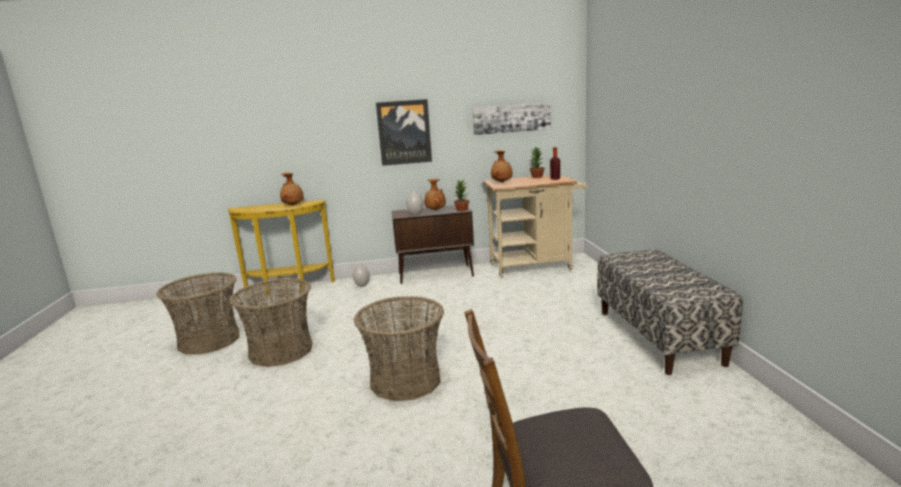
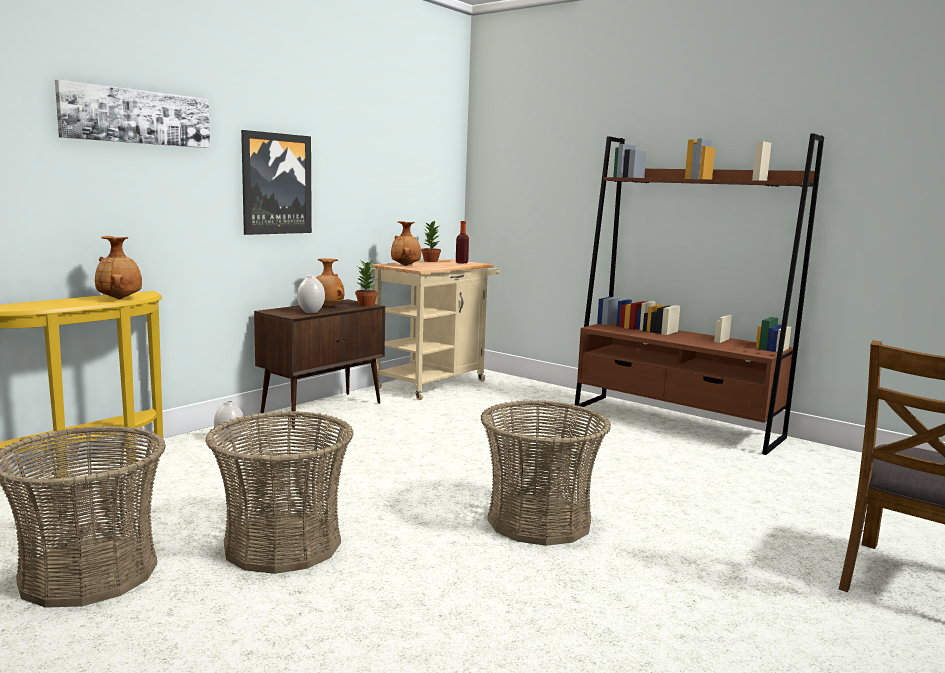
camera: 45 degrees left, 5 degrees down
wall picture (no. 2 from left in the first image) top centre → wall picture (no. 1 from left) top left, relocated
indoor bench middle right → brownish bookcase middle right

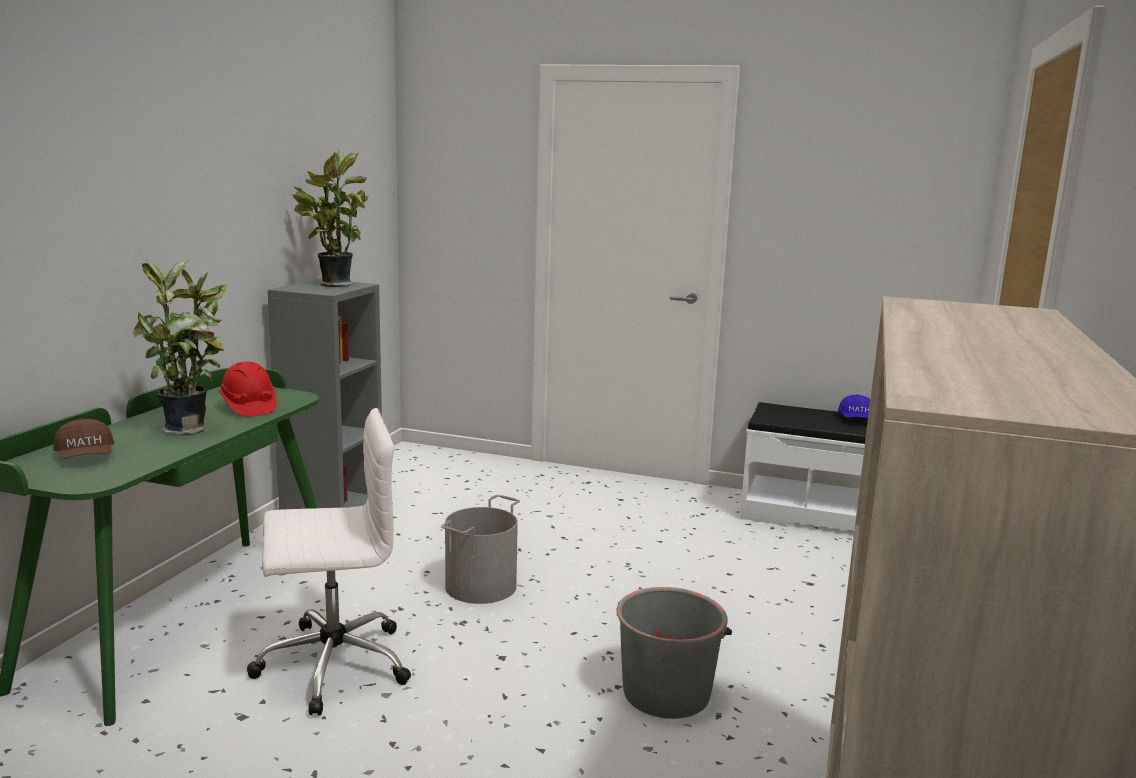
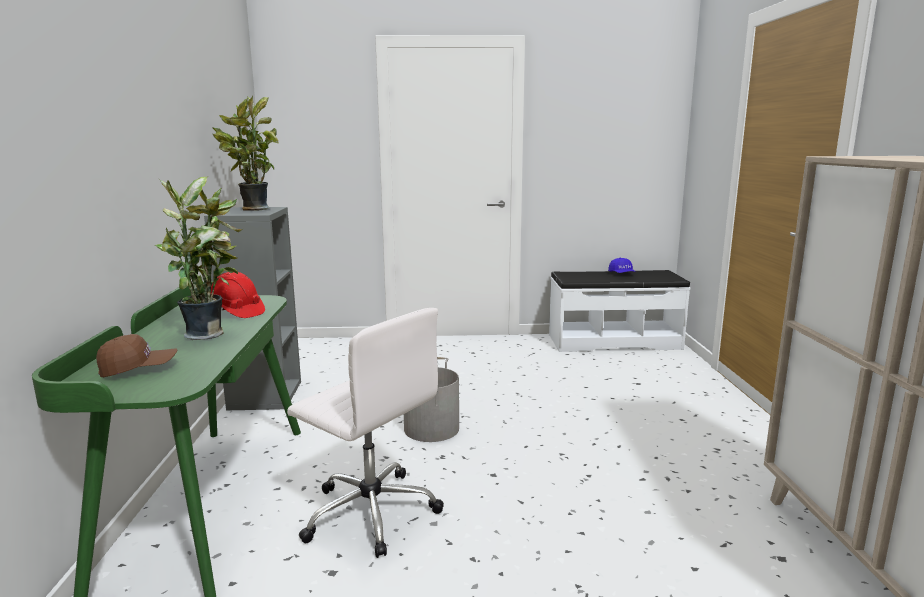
camera: 20 degrees left, 0 degrees up
white-coloured desk chair bottom left → white-coloured desk chair bottom centre, 75 degrees clockwise
brownish cap middle left, 60 degrees counterclockwise
gray water bucket (no. 2 from left) bottom centre → -

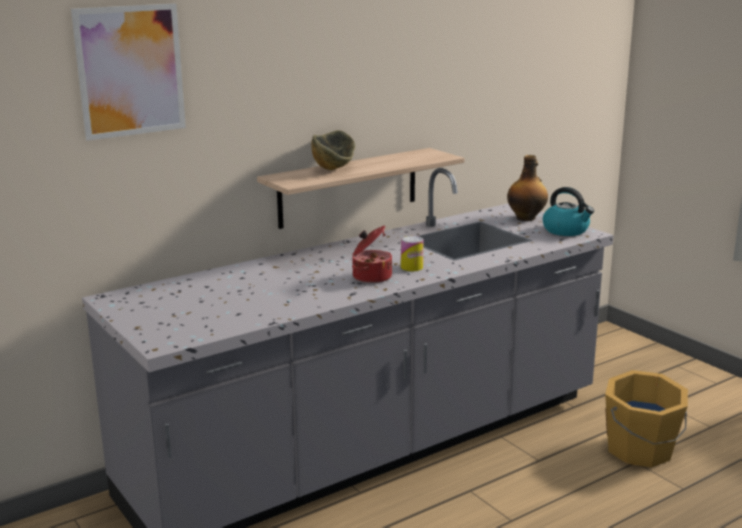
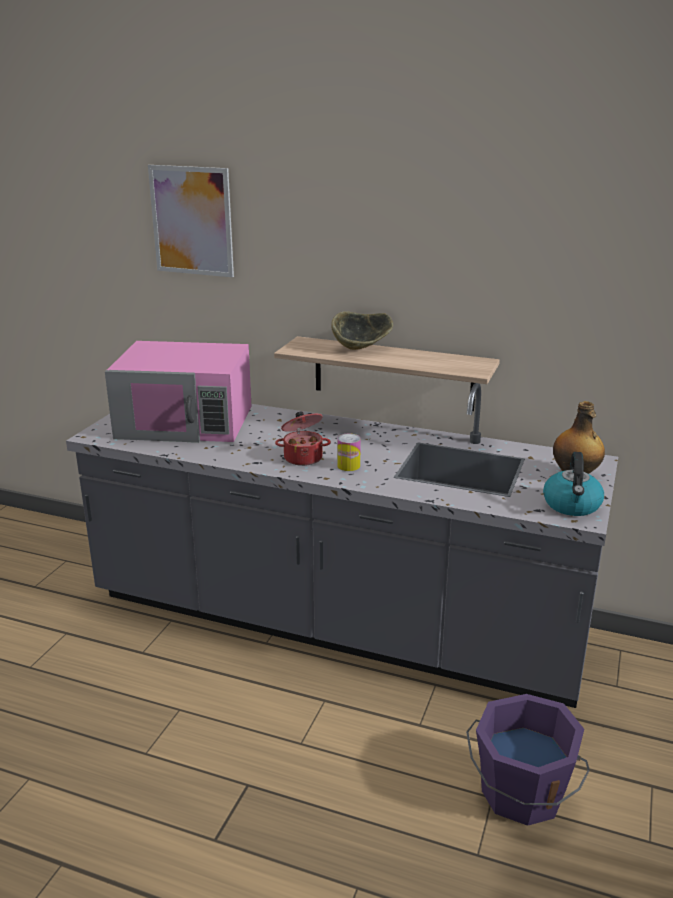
camera: 55 degrees right, 5 degrees up
orangey water bucket bottom right → purple water bucket bottom right
- → pinkish microwave middle left

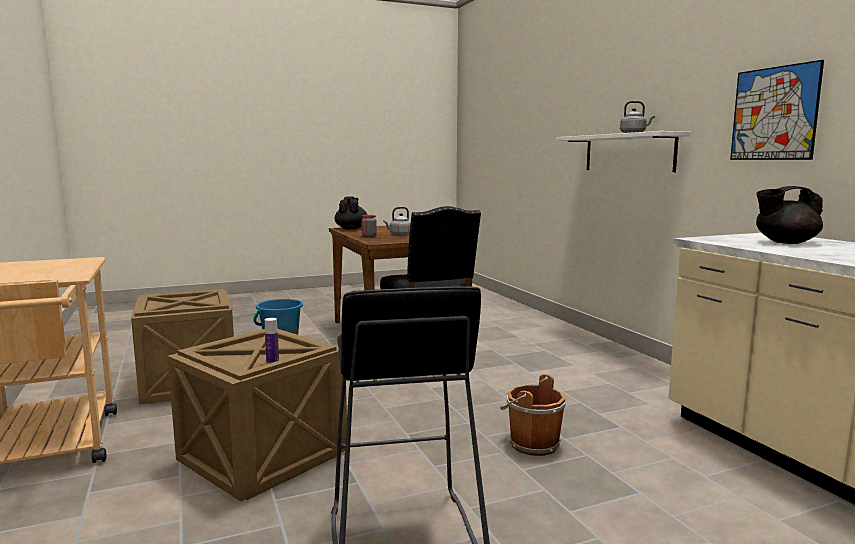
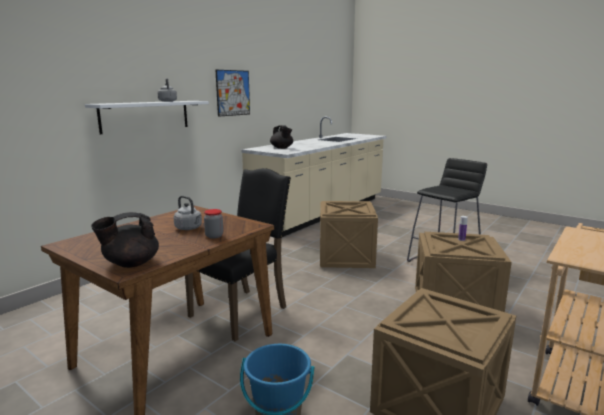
camera: 120 degrees left, 5 degrees up
brownish water bucket bottom centre → shipping crate (no. 1 from left) centre

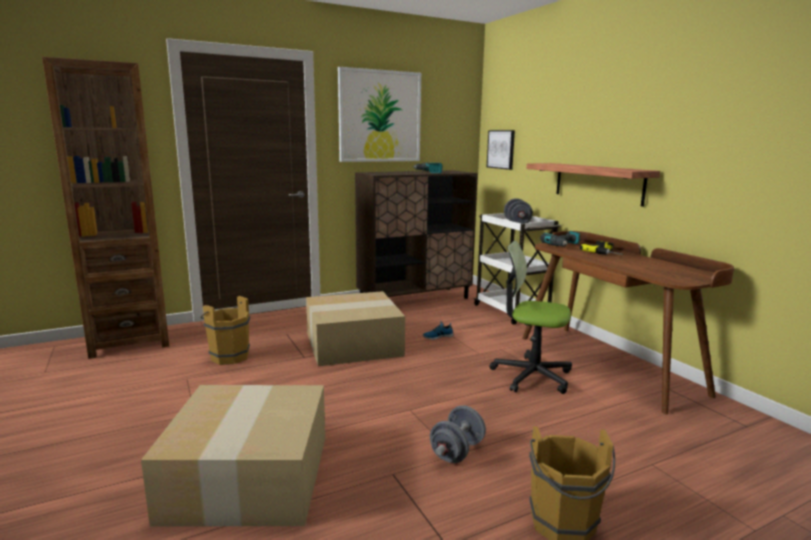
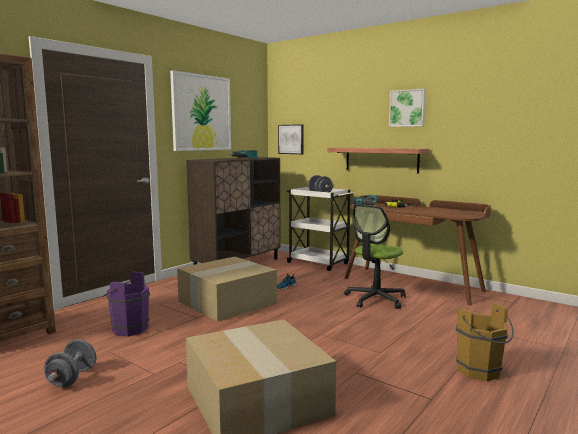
camera: 25 degrees left, 5 degrees down
desk chair centre, 45 degrees counterclockwise
brownish water bucket (no. 1 from left) middle left → purple water bucket bottom left
gray dumbbell (no. 1 from left) bottom centre → gray dumbbell (no. 1 from left) bottom left, relocated
- → wall picture (no. 3 from left) top right

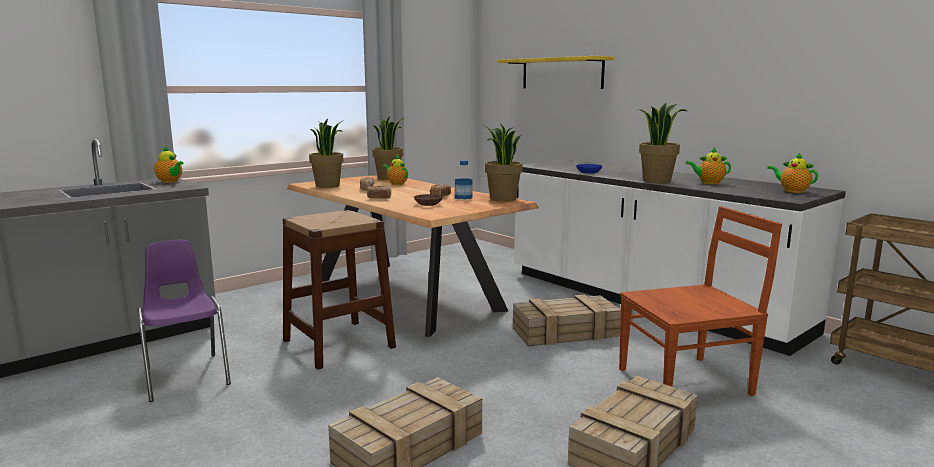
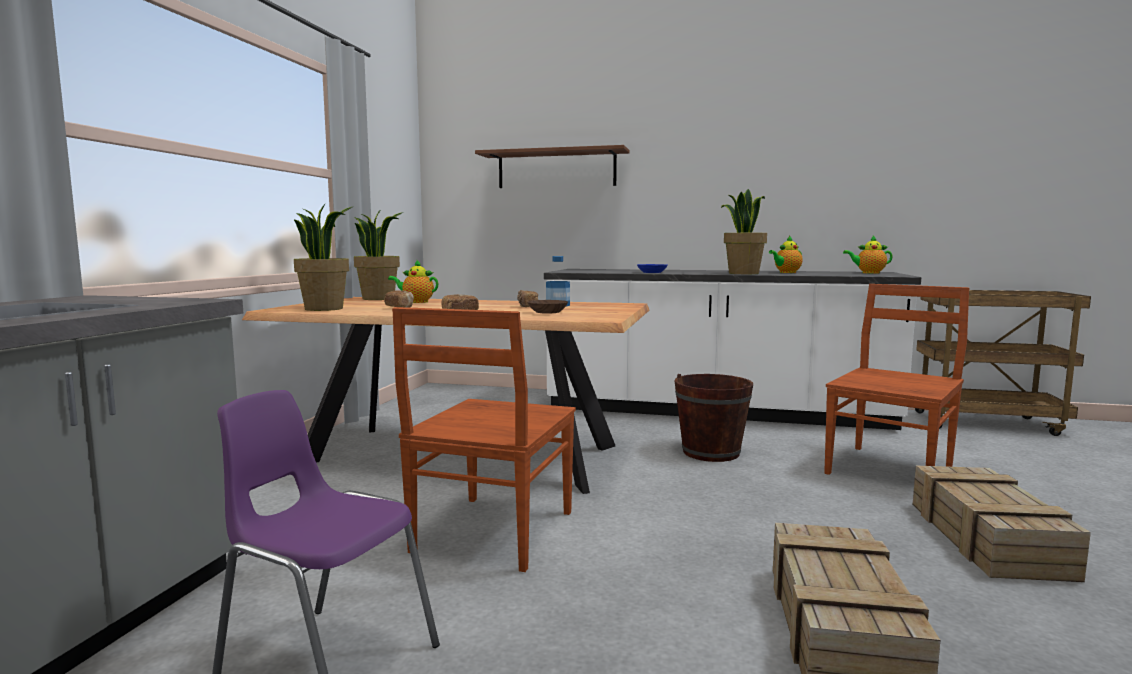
camera: 35 degrees left, 5 degrees down
yellow-coloured wall shelf top centre → brownish wall shelf top centre
houseplant (no. 3 from left) centre → -
tea pot (no. 1 from left) middle left → -
brownish stool centre → brownish chair (no. 1 from left) centre
shipping crate (no. 2 from left) bottom centre → brownish water bucket centre

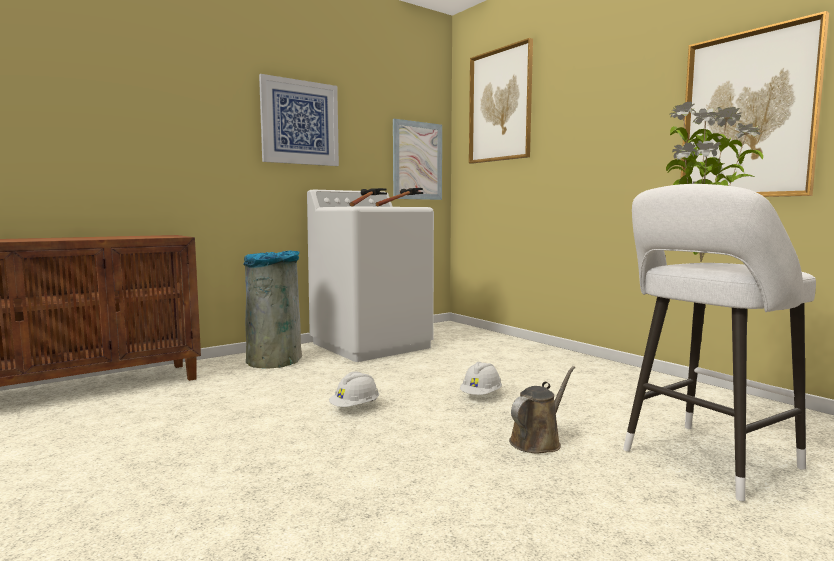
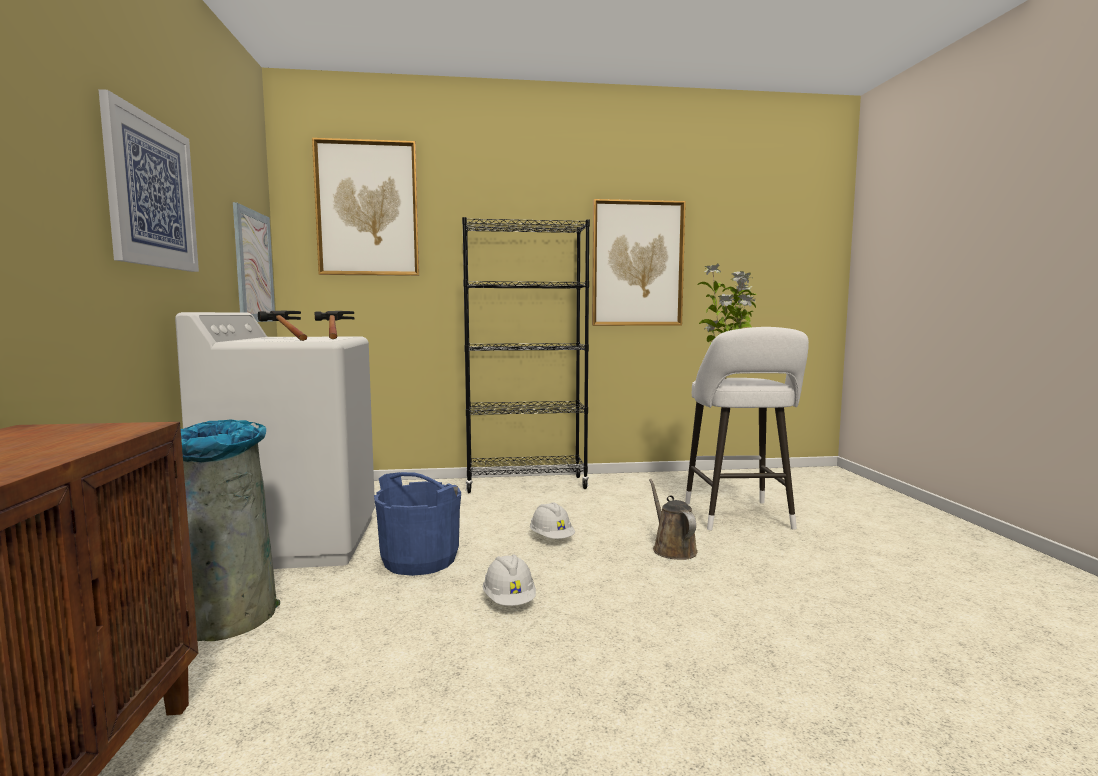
camera: 60 degrees left, 0 degrees up
- → black-coloured bookcase centre
- → blue water bucket bottom centre

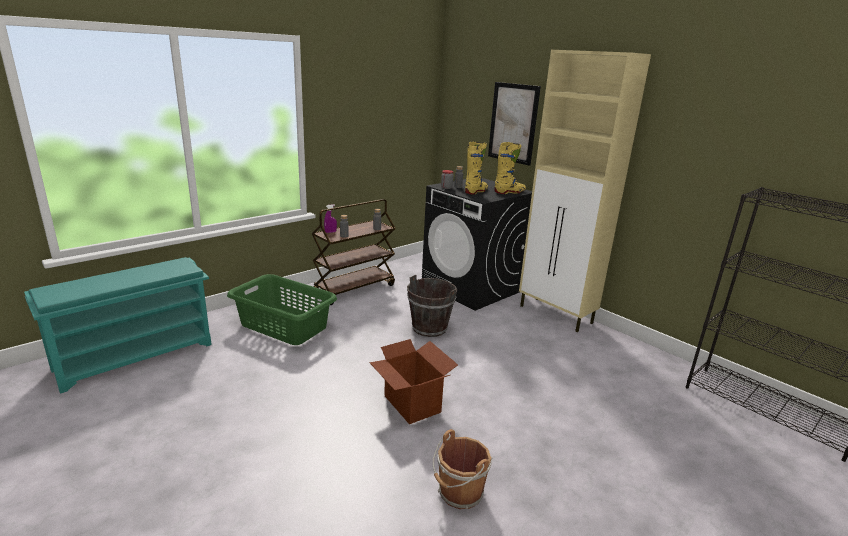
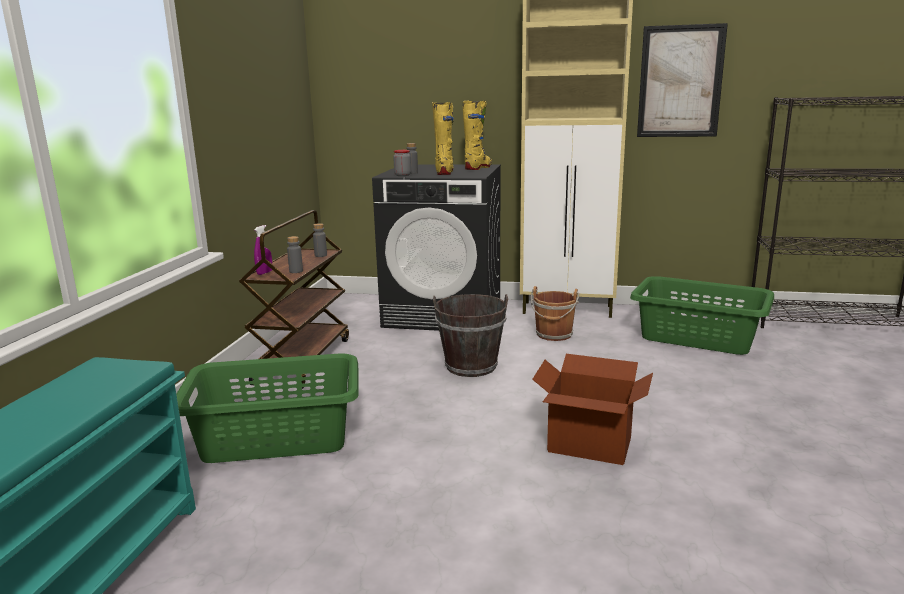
camera: 35 degrees left, 5 degrees down
wall picture top centre → wall picture top right, relocated
brownish water bucket (no. 2 from left) bottom centre → brownish water bucket (no. 2 from left) centre, relocated
- → greenish washing basket (no. 2 from left) middle right

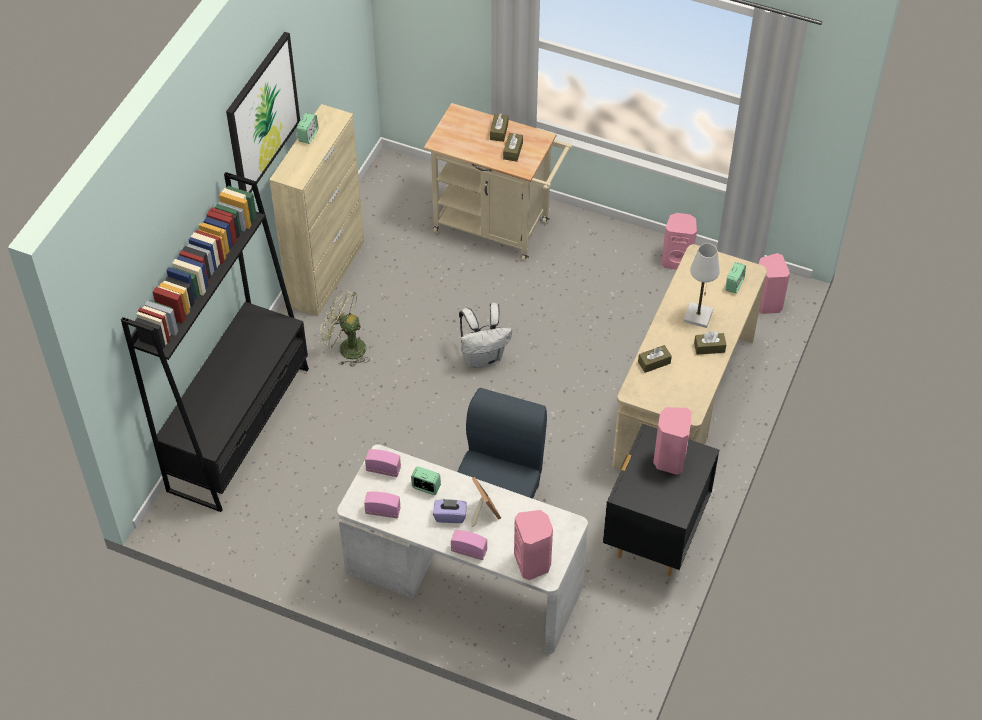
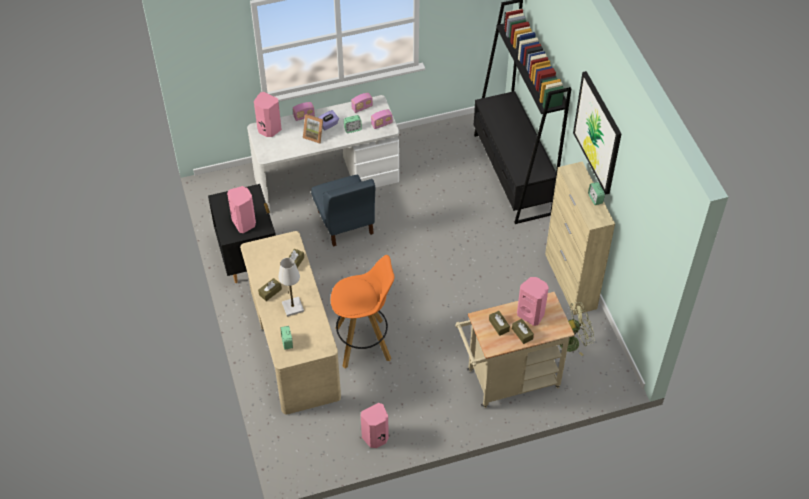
camera: 140 degrees right, 0 degrees up
pinkish audio speaker (no. 4 from left) middle right → pinkish audio speaker (no. 4 from left) centre, relocated
greenish electric fan centre → greenish electric fan middle right, relocated
white-coloured knapsack centre → -
- → orangey stool centre

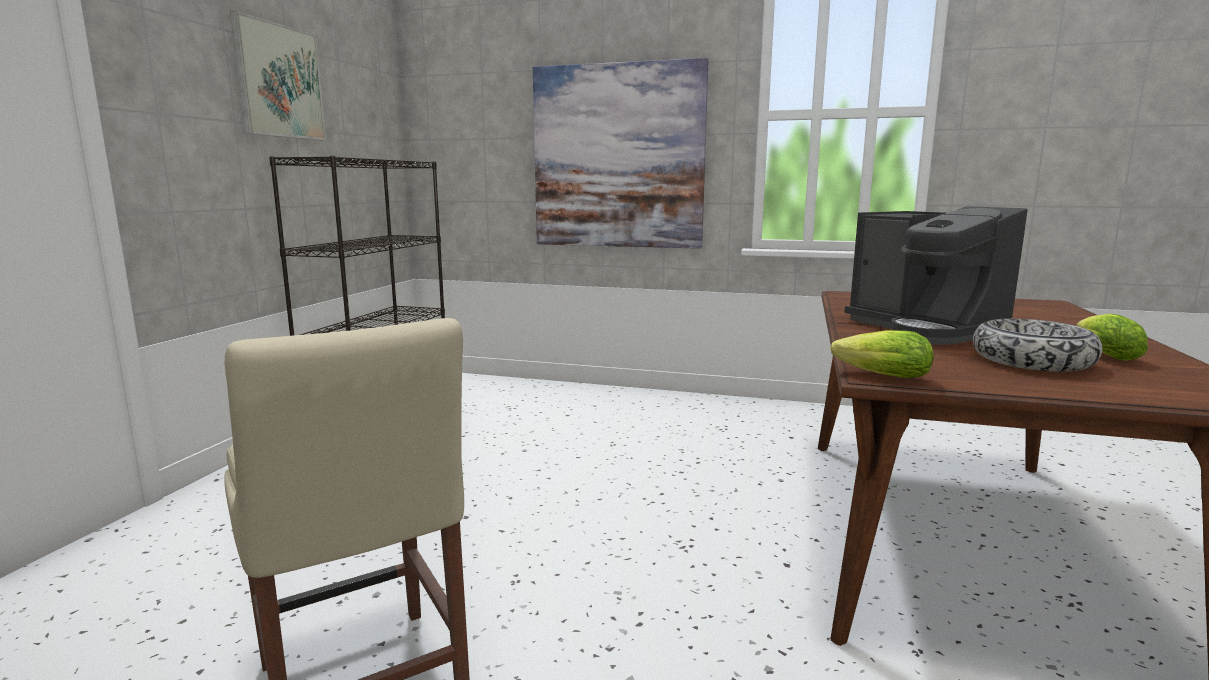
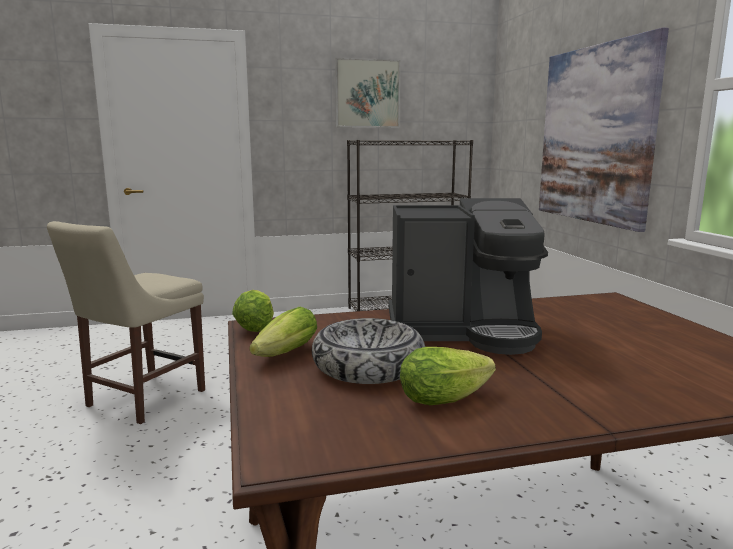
camera: 60 degrees right, 0 degrees up
coffee machine middle right → coffee machine centre, 120 degrees counterclockwise
- → lettuce head (no. 2 from left) centre

